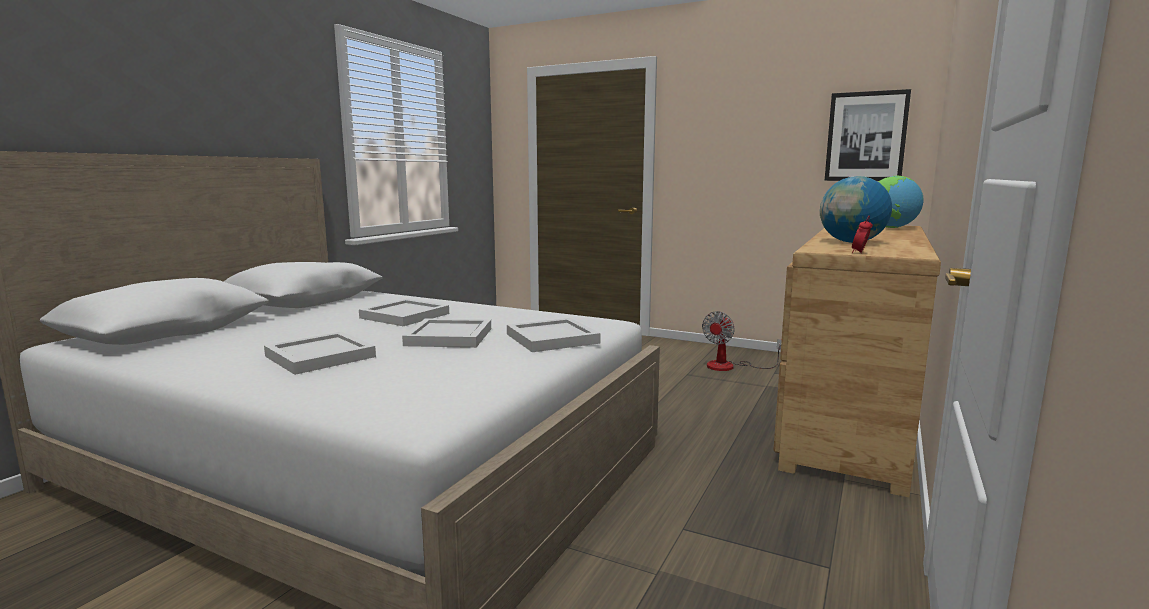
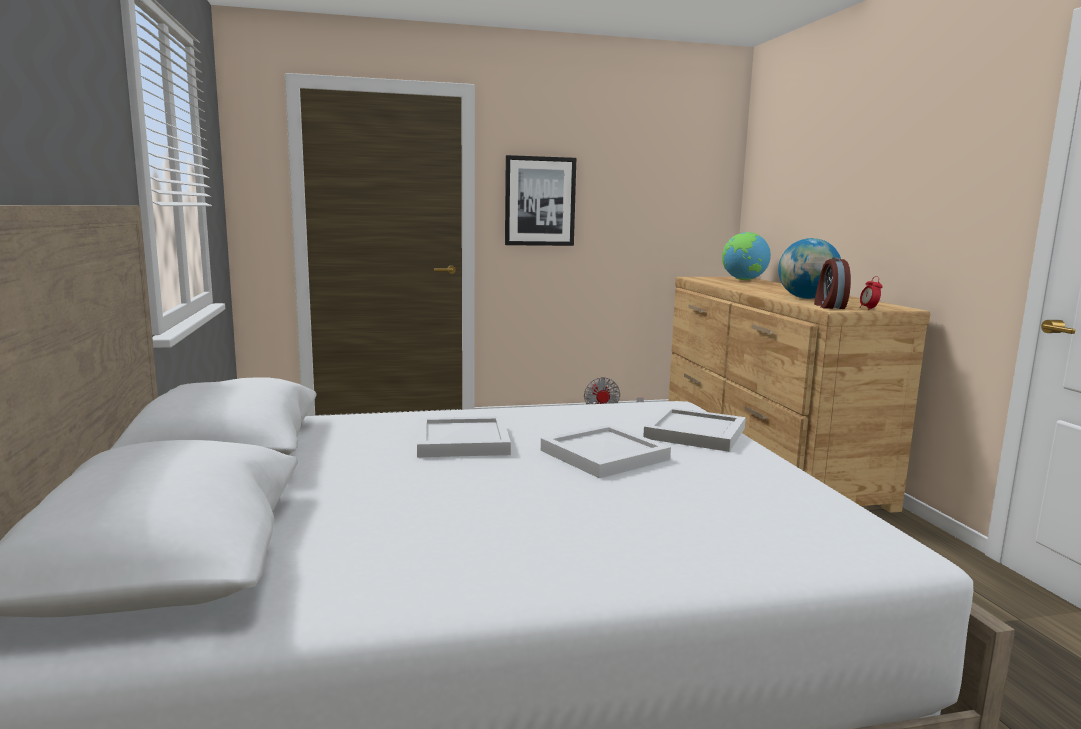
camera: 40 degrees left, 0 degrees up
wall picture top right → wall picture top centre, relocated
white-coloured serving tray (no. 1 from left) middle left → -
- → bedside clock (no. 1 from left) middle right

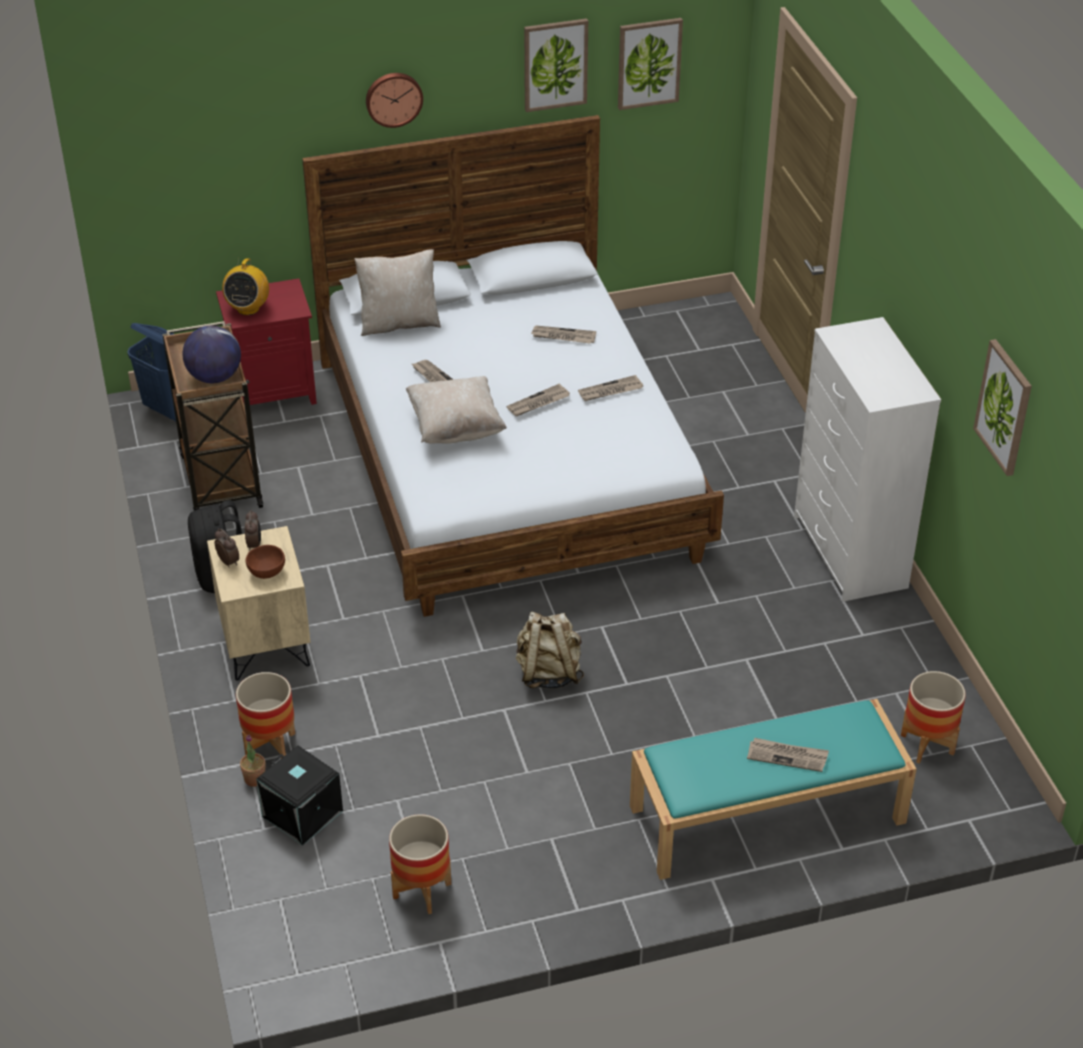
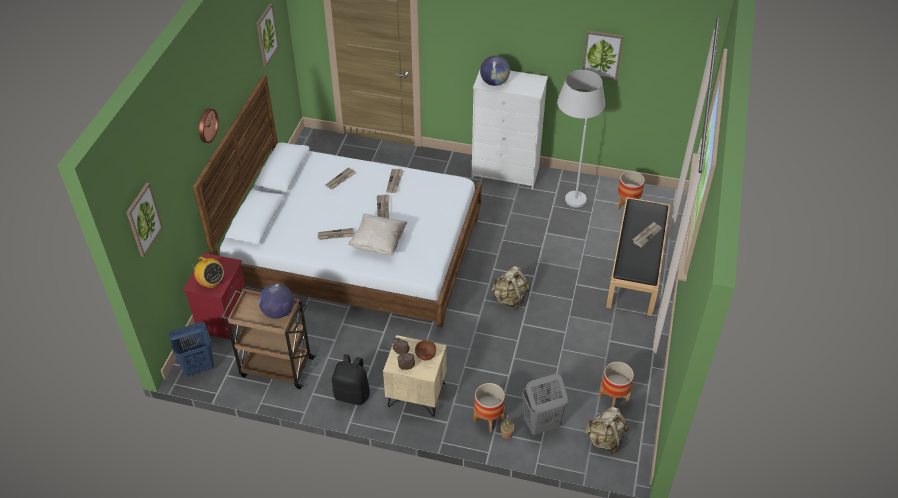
camera: 60 degrees left, 5 degrees up
wall picture (no. 1 from left) top centre → wall picture (no. 1 from left) middle left, relocated
sand-coloured throw pillow (no. 1 from left) top centre → -
turquoise-coloured indoor bench bottom right → black-coloured indoor bench middle right
black-coloured storage container bottom left → gray washing basket bottom centre
- → world globe (no. 2 from left) top centre
- → white-coloured standard lamp top centre
- → sand-coloured knapsack (no. 2 from left) bottom right

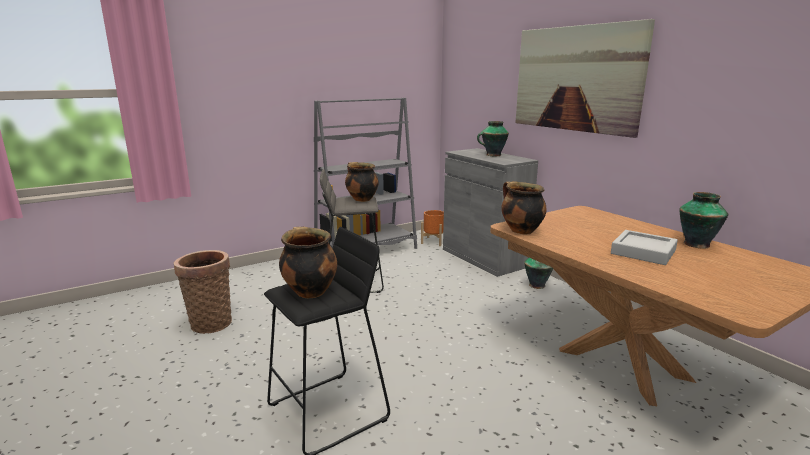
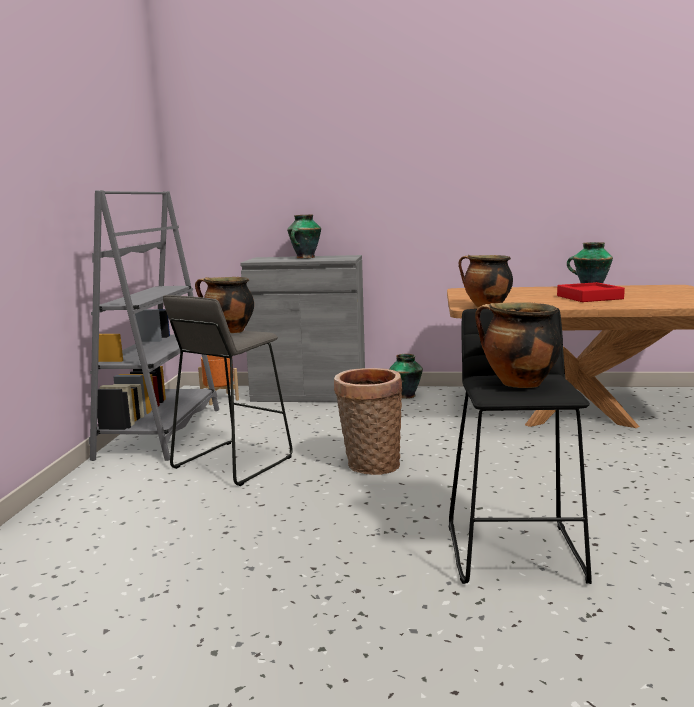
camera: 50 degrees left, 5 degrees down
wall picture top right → -
gray serving tray middle right → red serving tray middle right
household basket middle left → household basket centre, relocated

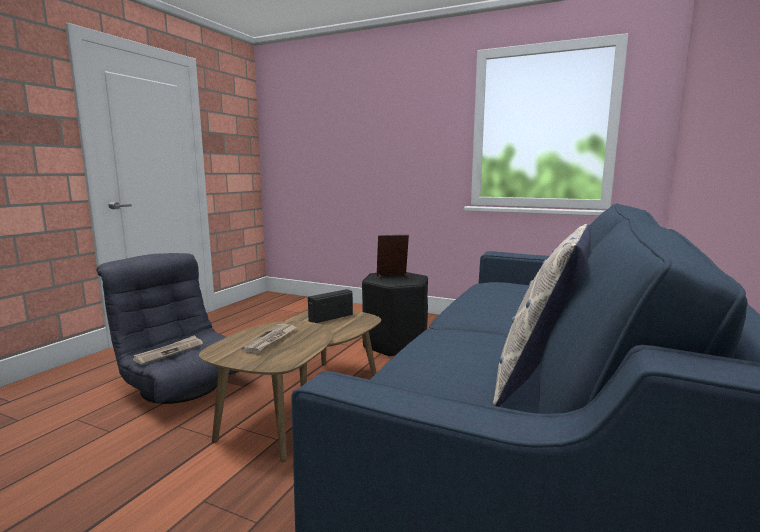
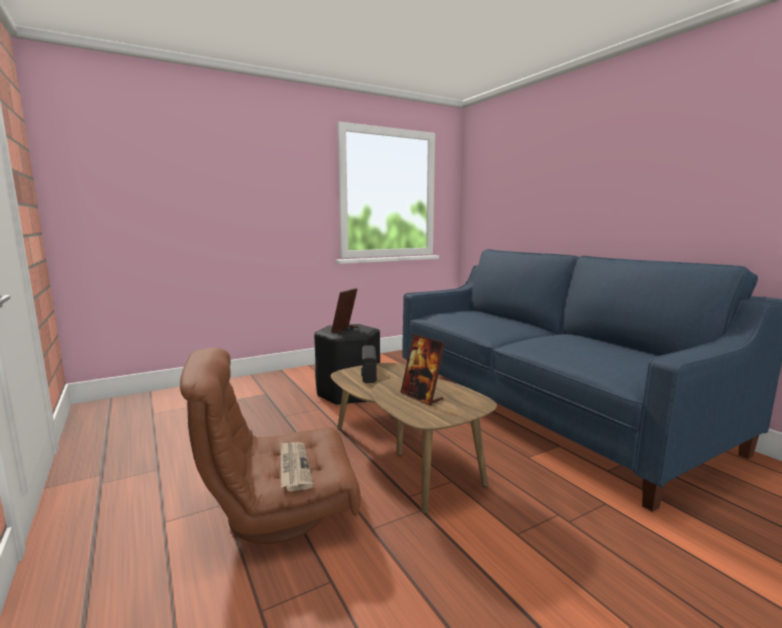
camera: 55 degrees left, 0 degrees up
throw pillow middle right → -
gray easy chair middle left → brownish easy chair bottom centre
newspaper (no. 2 from left) centre → photo frame (no. 2 from left) centre

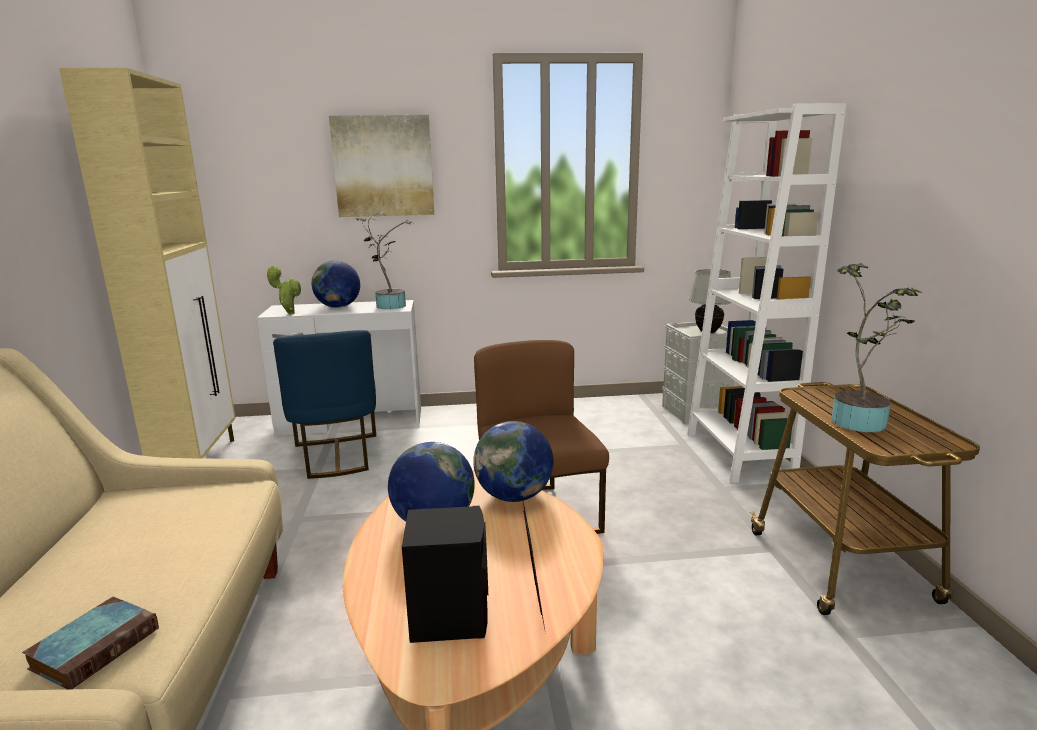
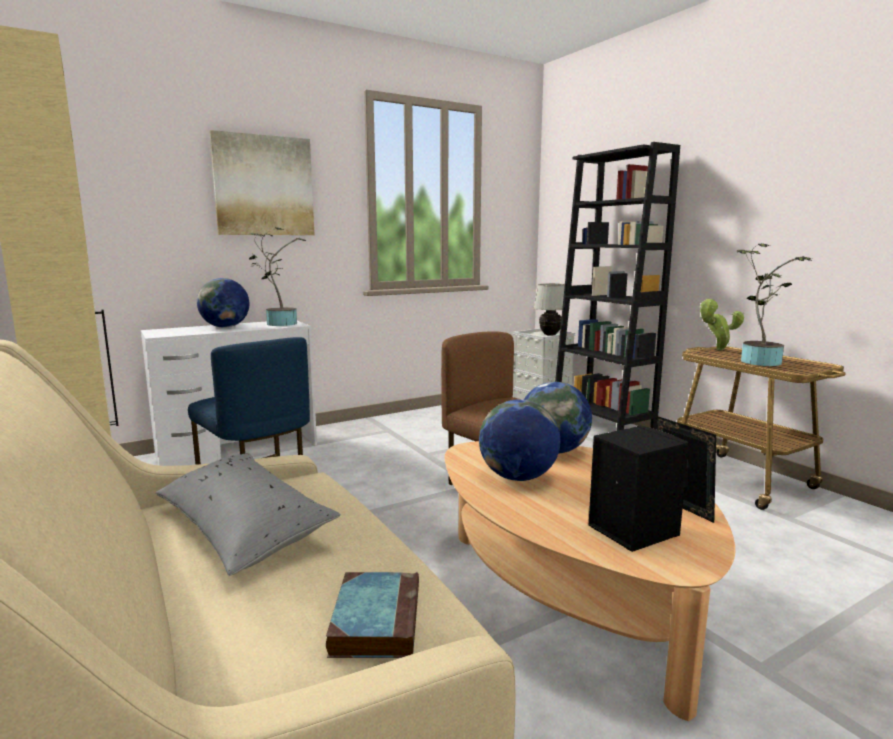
camera: 25 degrees left, 5 degrees down
white-coloured bookcase middle right → black-coloured bookcase middle right
houseplant (no. 1 from left in the first image) middle left → houseplant (no. 2 from left) middle right, relocated
- → gray throw pillow bottom left

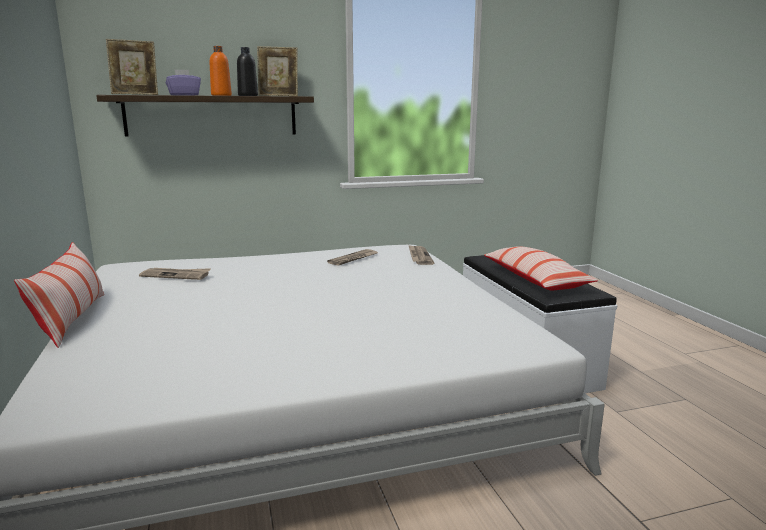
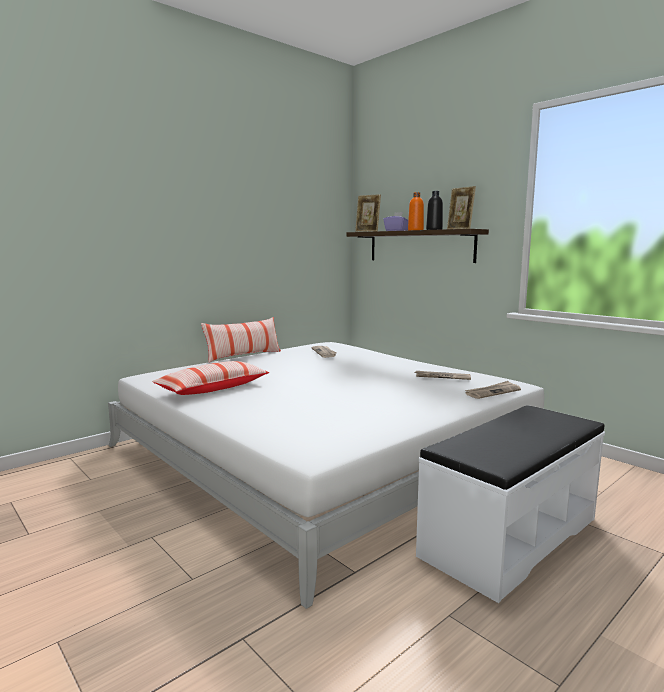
camera: 65 degrees right, 5 degrees down
throw pillow (no. 2 from left in the first image) middle right → throw pillow (no. 1 from left) middle left, relocated

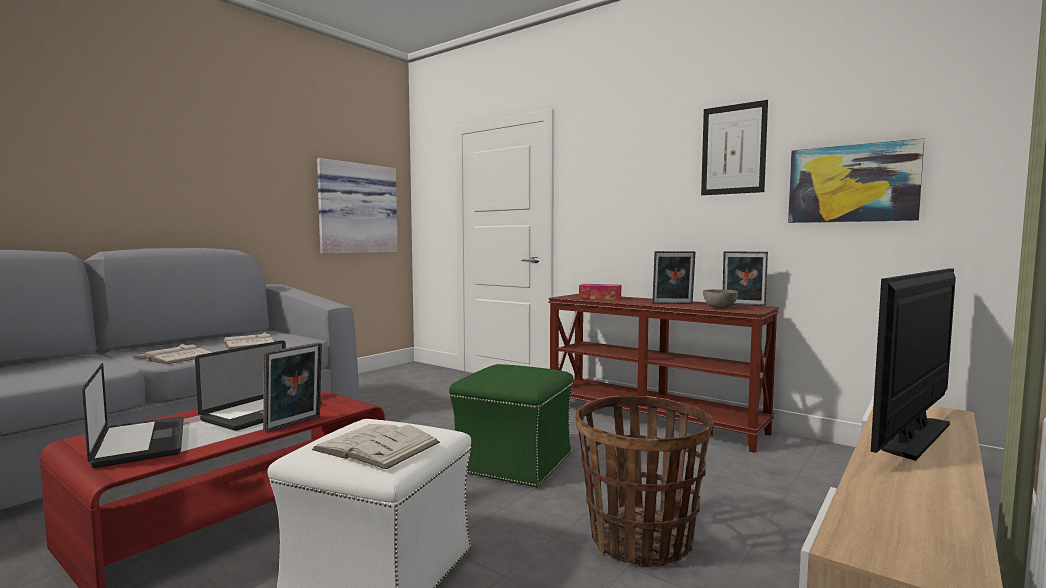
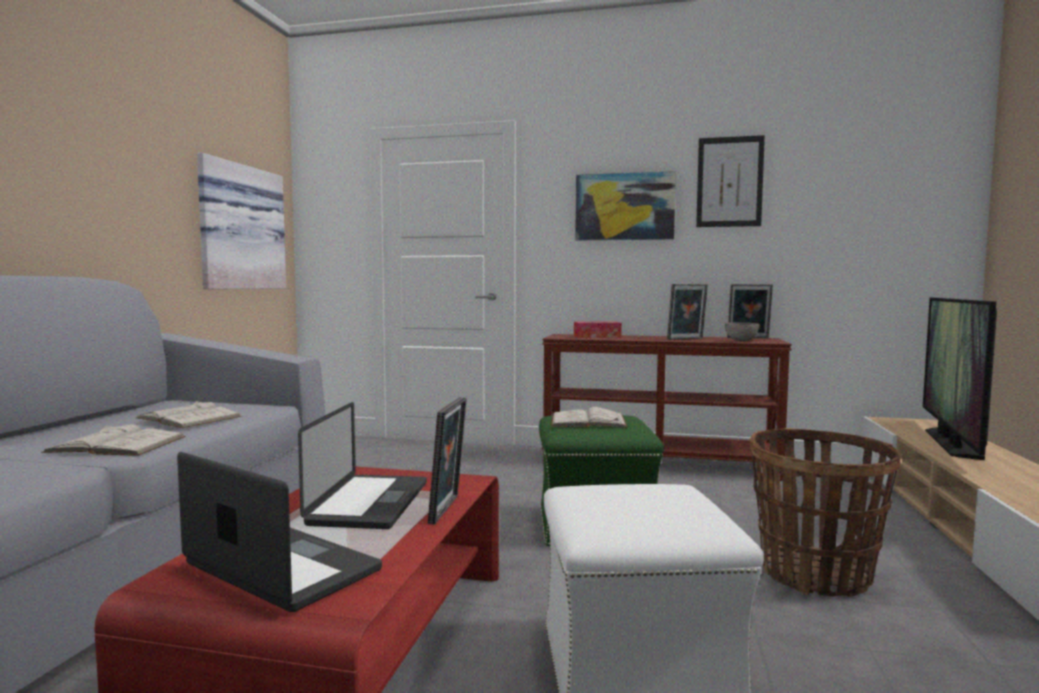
camera: 25 degrees left, 0 degrees up
wall picture (no. 3 from left in the first image) top right → wall picture (no. 2 from left) top centre, relocated
white-coloured volume (no. 3 from left) bottom centre → white-coloured volume (no. 3 from left) centre, relocated

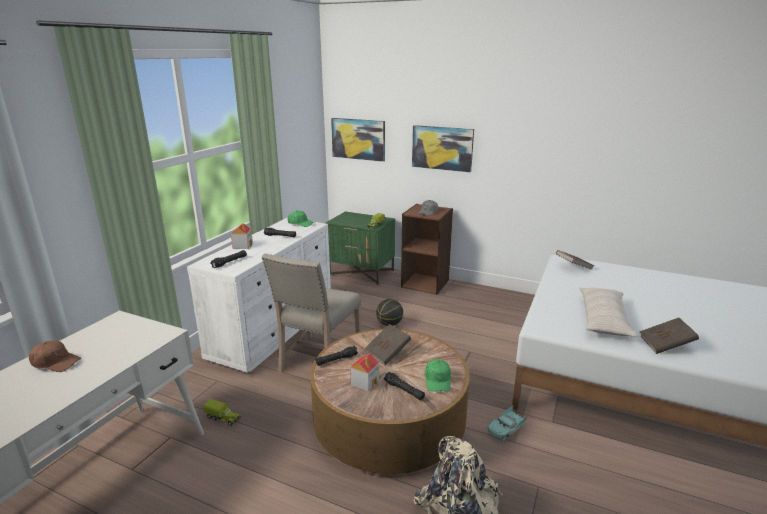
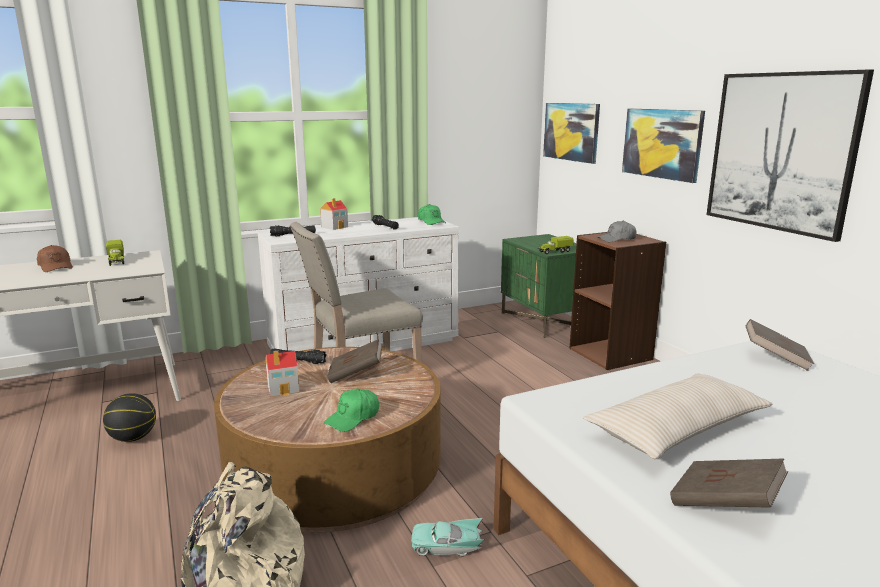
camera: 40 degrees right, 5 degrees down
basketball centre → basketball bottom left, relocated
black-coloured flashlight (no. 4 from left) bottom centre → -
toy truck (no. 1 from left) bottom left → toy truck (no. 1 from left) middle left, relocated
- → wall picture (no. 3 from left) top right

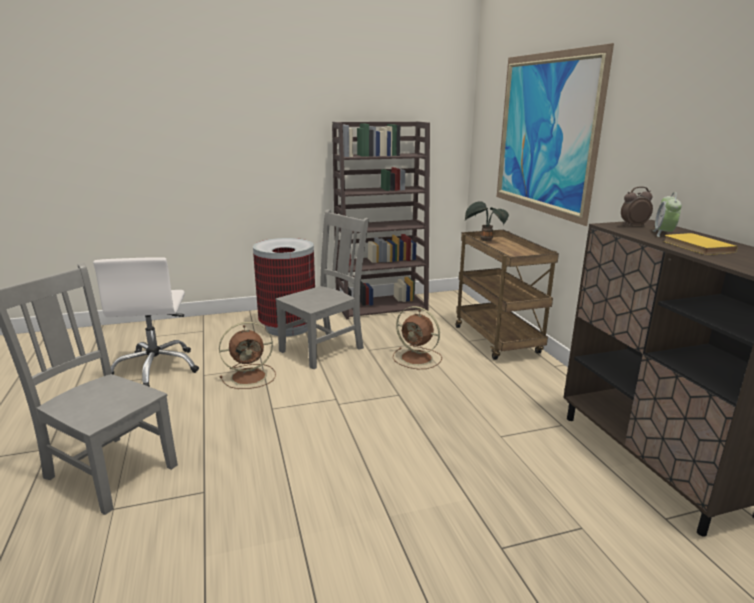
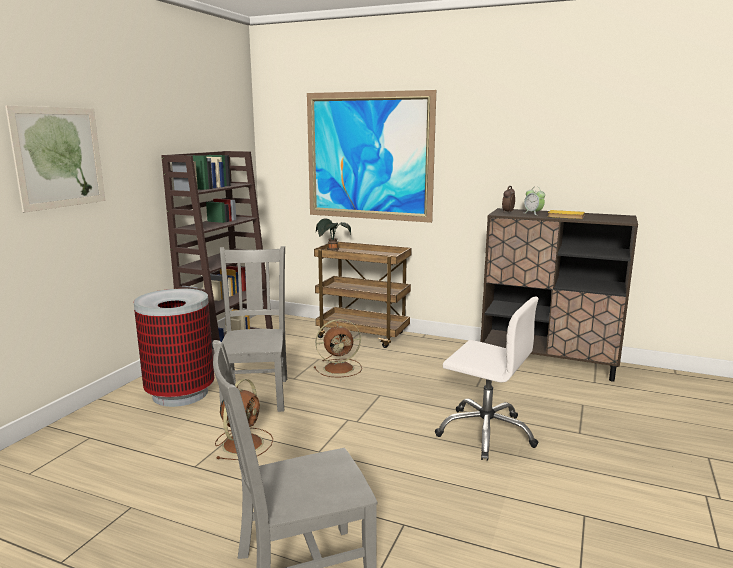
camera: 50 degrees left, 5 degrees down
white-coloured desk chair middle left → white-coloured desk chair bottom centre, relocated
- → wall picture (no. 1 from left) top left

